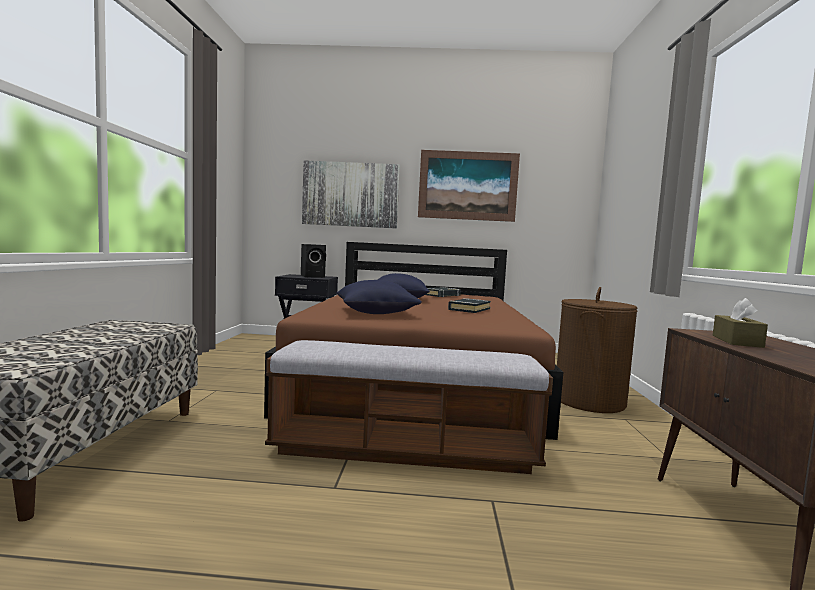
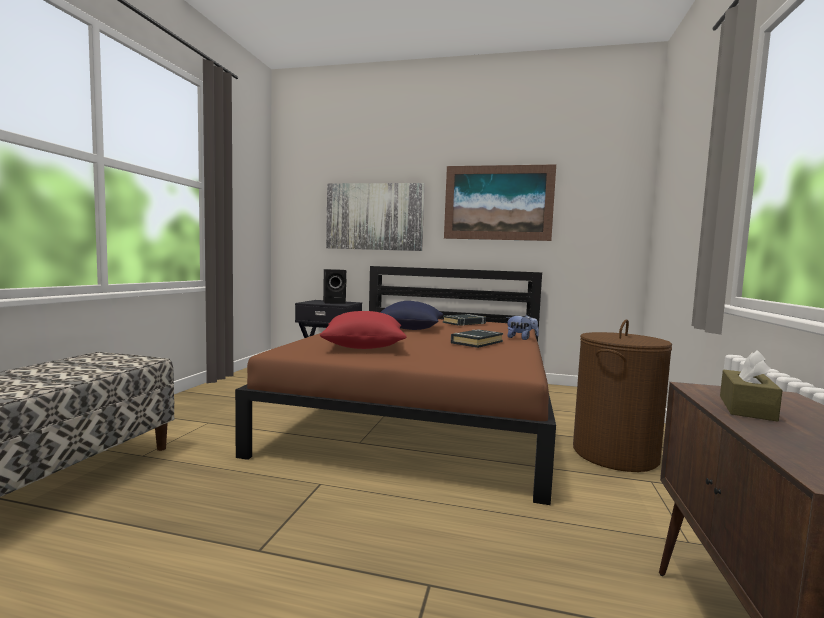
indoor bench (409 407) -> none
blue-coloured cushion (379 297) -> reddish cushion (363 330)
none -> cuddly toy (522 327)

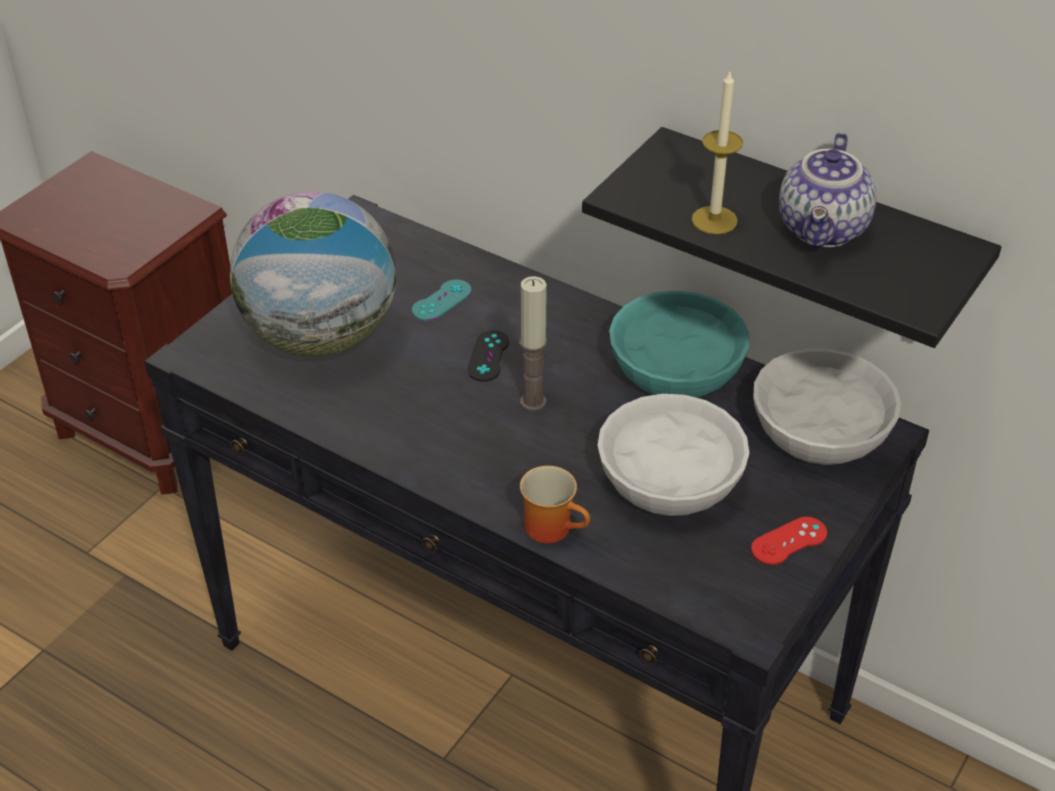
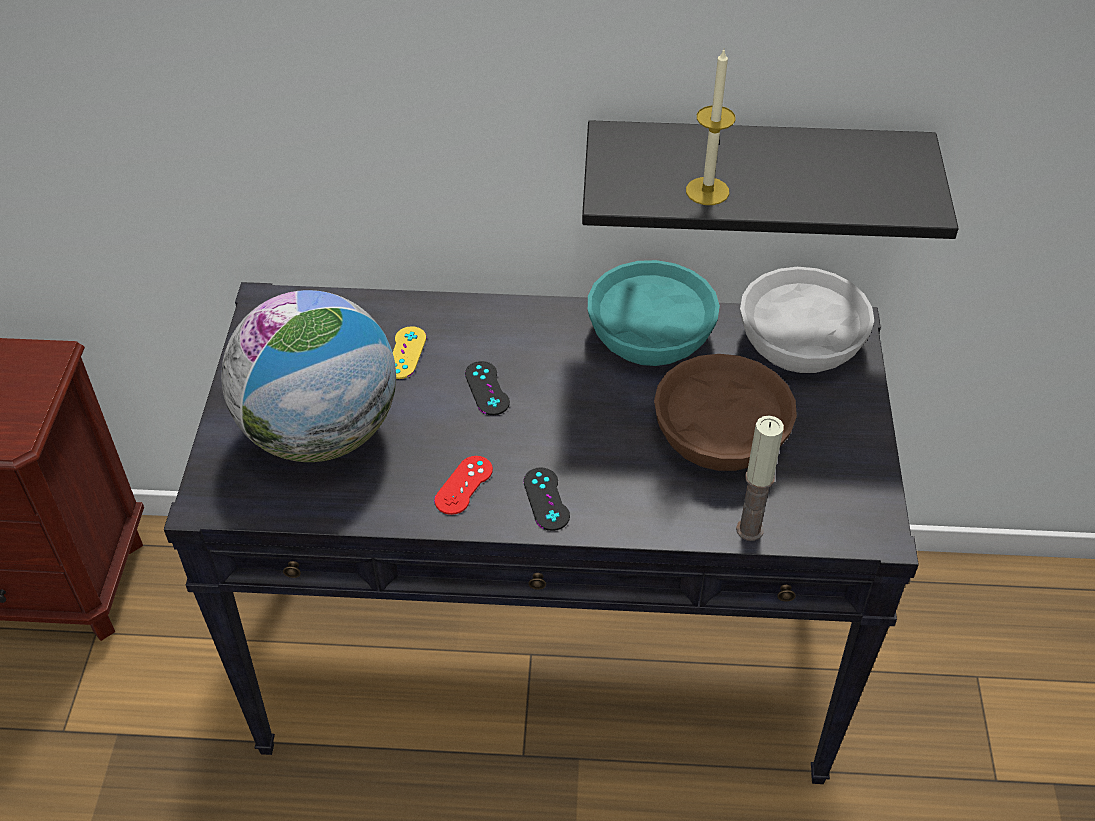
turquoise joypad (442 300) -> yellow joypad (410 352)
candle (533 343) -> candle (760 478), shifted
coffee mug (555 504) -> none
white bowl (673 455) -> brown-coloured bowl (725 412)
reddish joypad (789 541) -> reddish joypad (463 485), shifted
teapot (828 190) -> none
none -> blackish joypad (546 499)

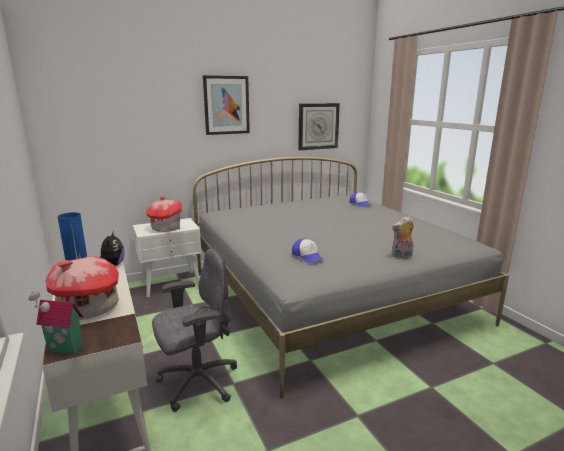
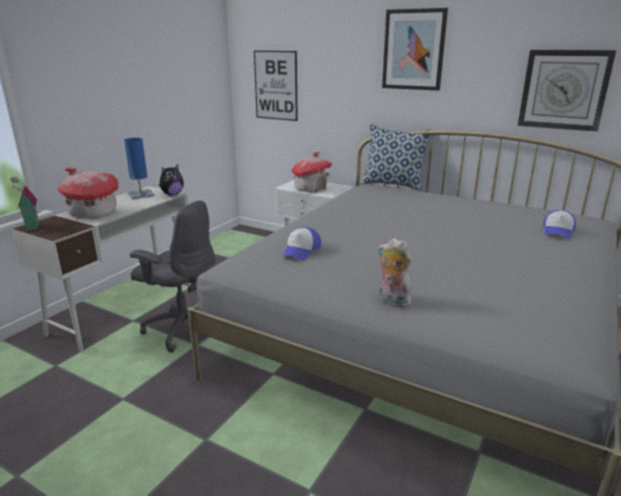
none -> wall art (276 86)
none -> cushion (396 157)

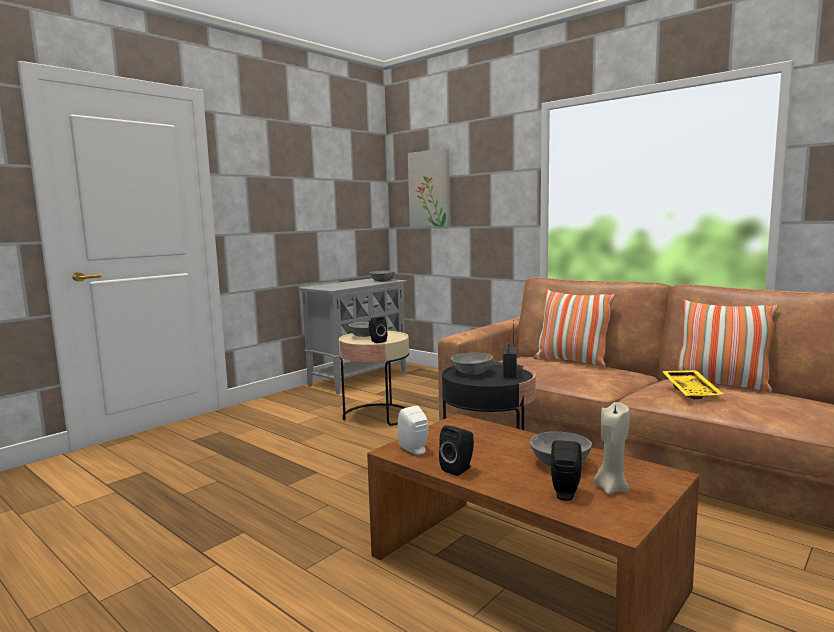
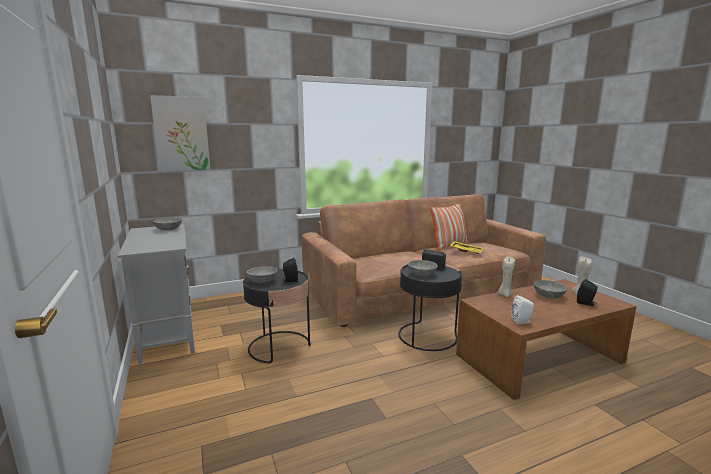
beige-coloured accent table (374 378) -> blackish accent table (277 316)
blackish loudspeaker (456 450) -> none
cushion (574 328) -> none
none -> beige-coloured candle (506 277)

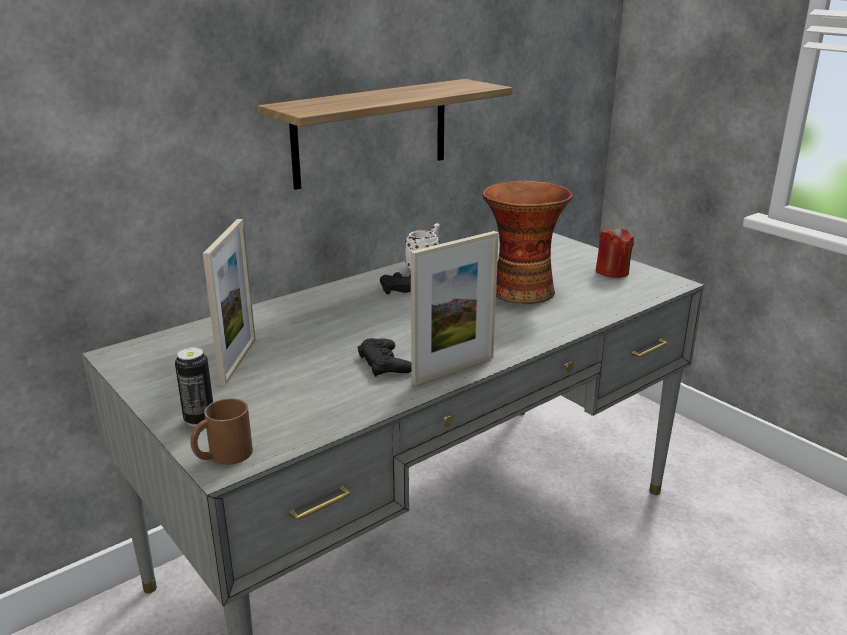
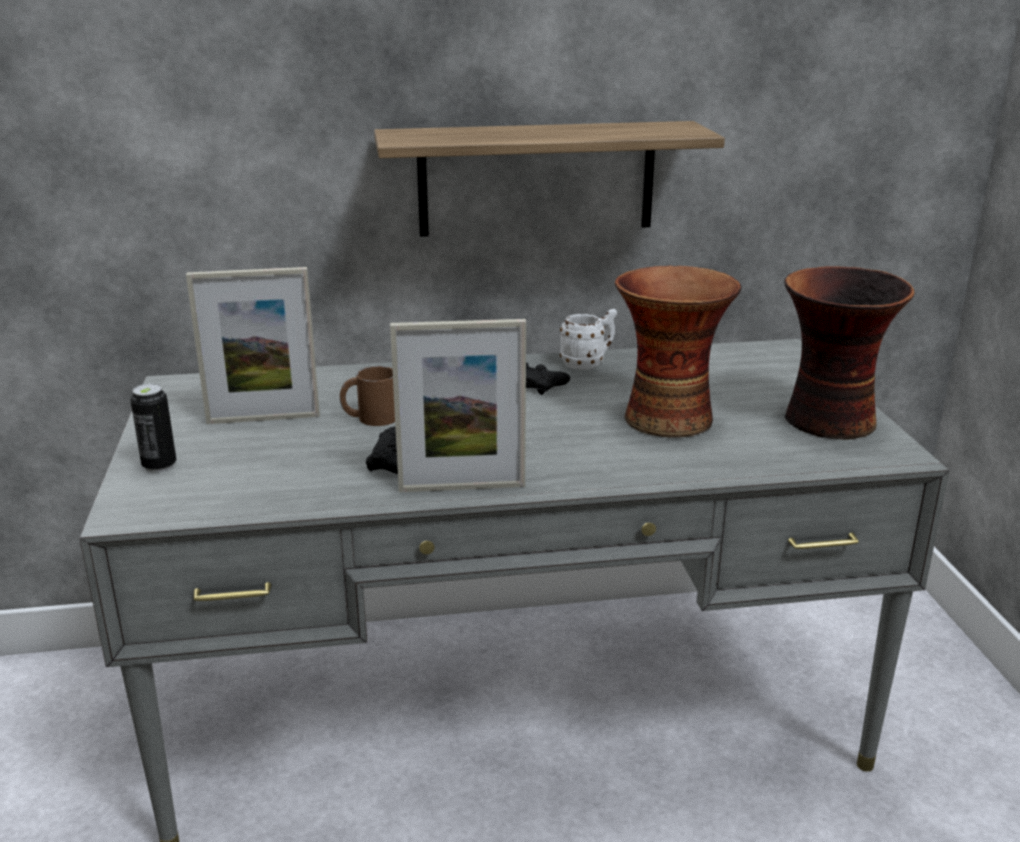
brown-coloured coffee mug (221 431) -> brown-coloured coffee mug (367 396), shifted
picture frame (229 302) -> picture frame (253 345), 45 degrees clockwise
reddish candle (615 252) -> decorative vase (849 353)

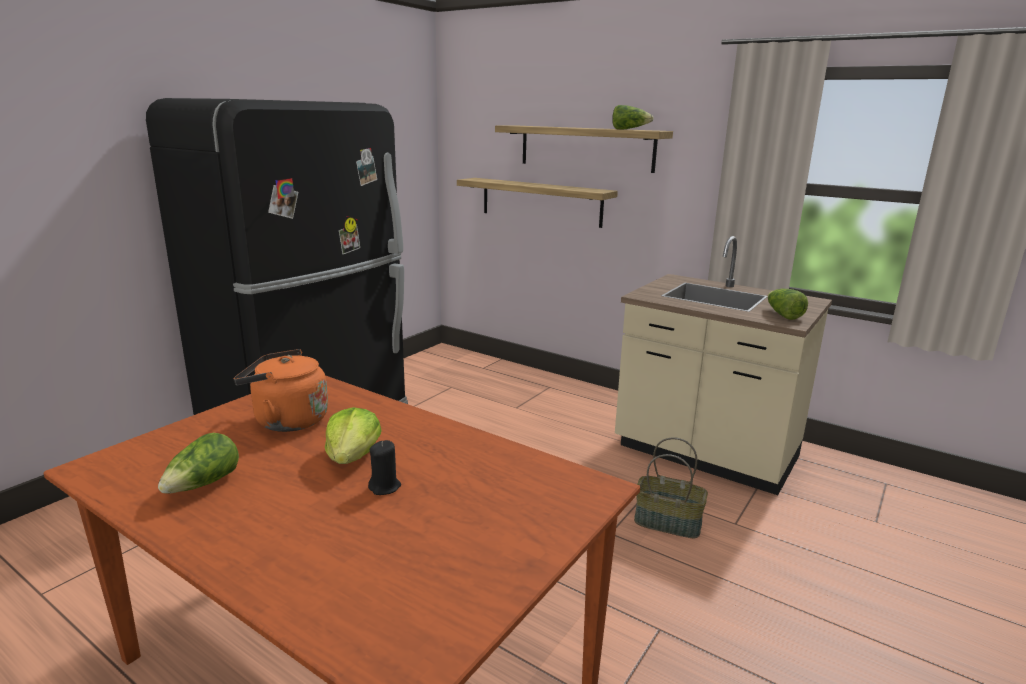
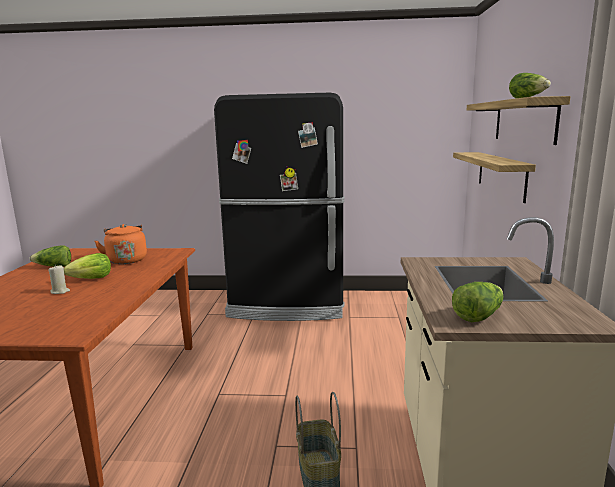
blackish candle (384 467) -> beige-coloured candle (59 279)

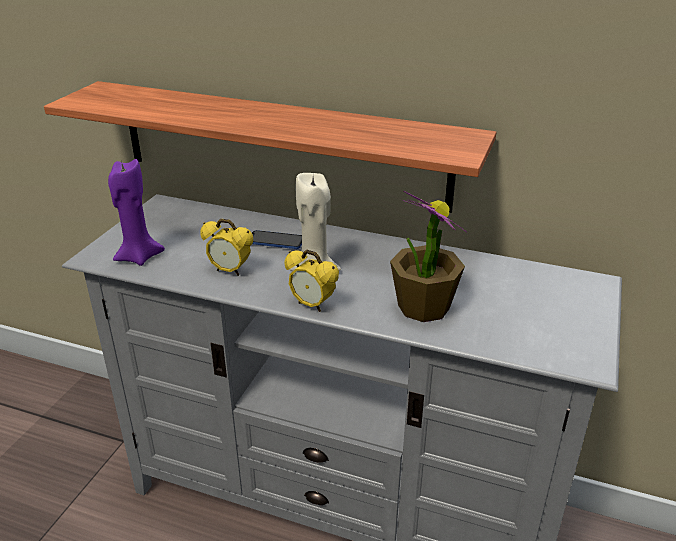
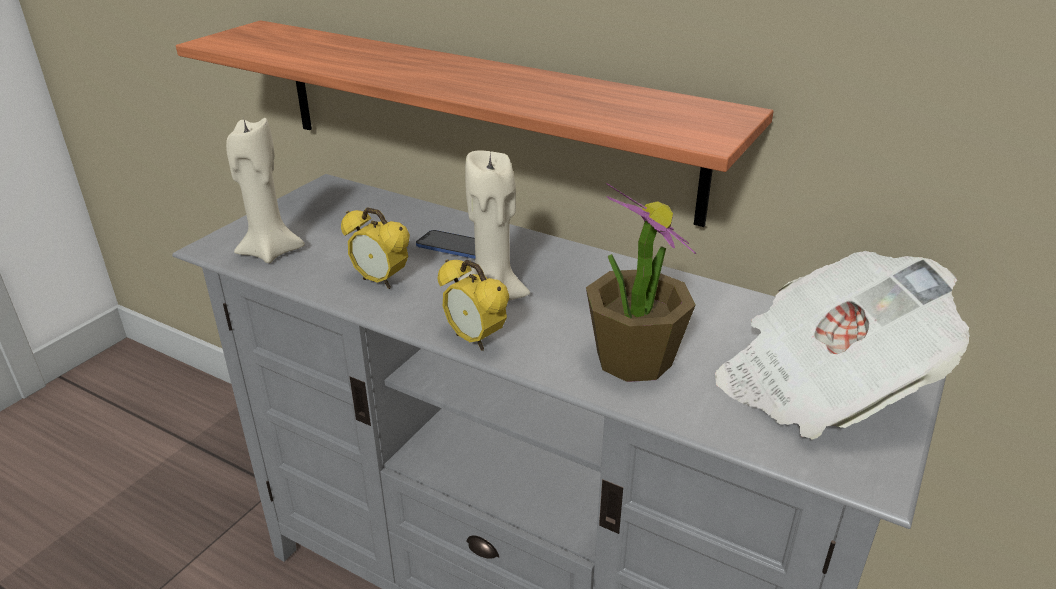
purplish candle (136 212) -> beige-coloured candle (265 189)
none -> printed paper (842 345)

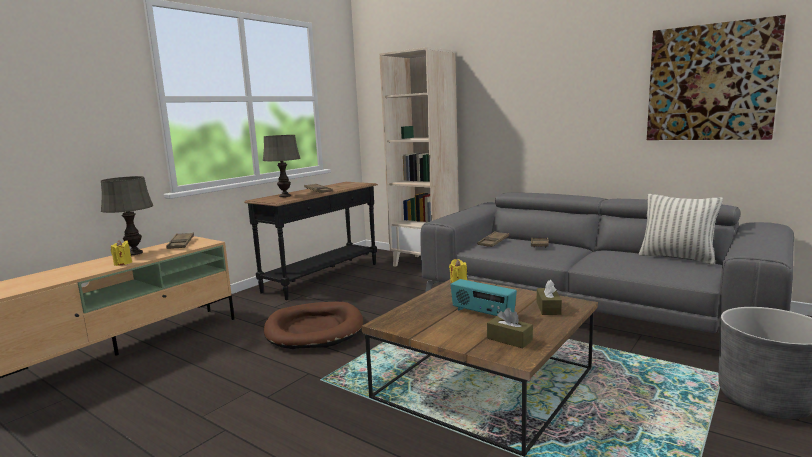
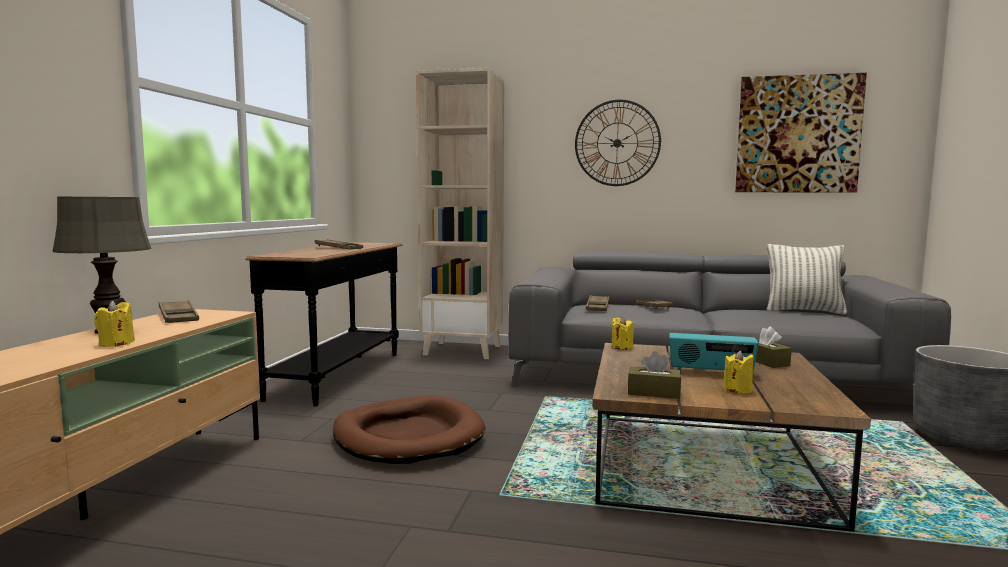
gray tabletop lamp (282 166) -> none
brown-coloured tissue box (510 328) -> brown-coloured tissue box (654 375), shifted
none -> clock on the wall (618 143)
none -> yellow candle (739 371)

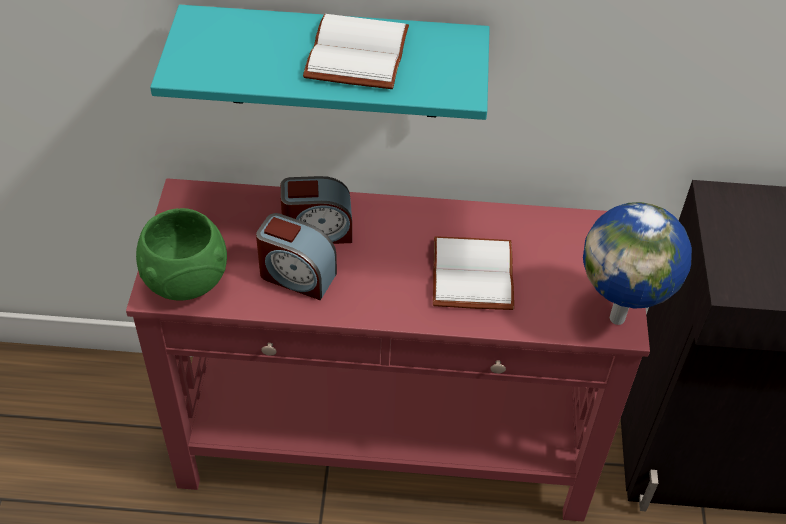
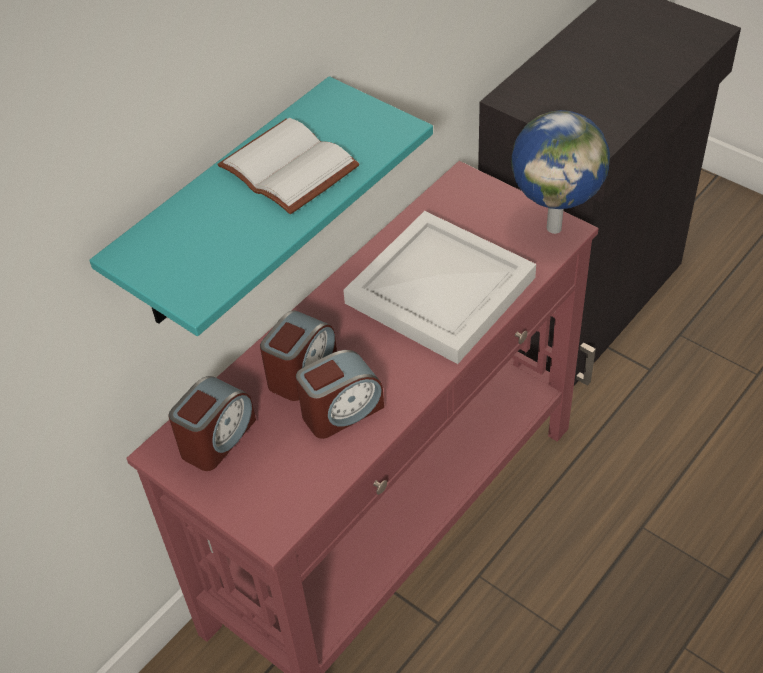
green-coloured bowl (181 254) -> none
white bound book (473 273) -> white tray (439 287)
none -> table clock (212 423)

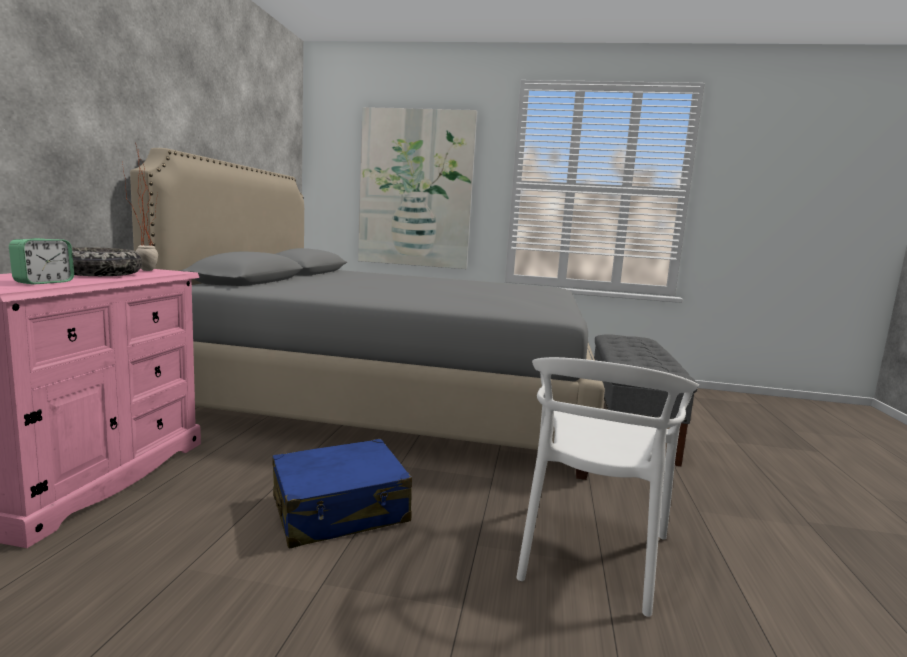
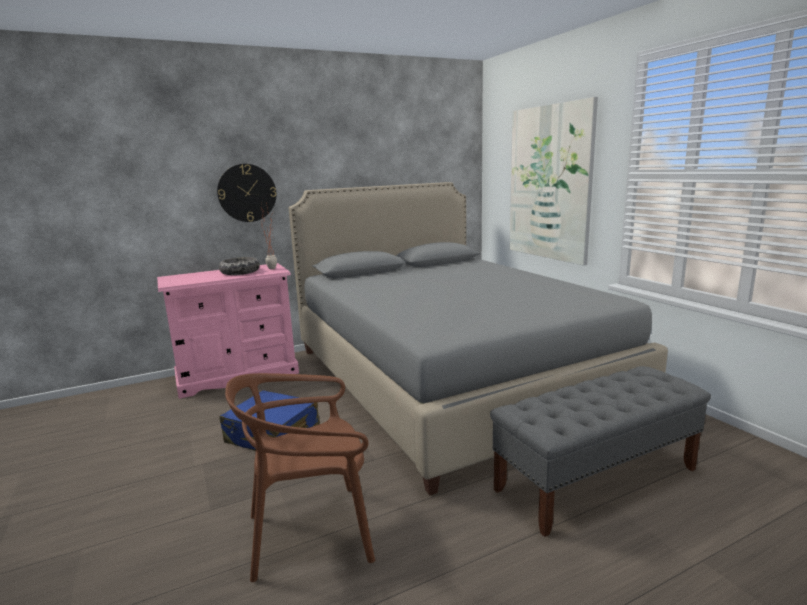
table clock (41 261) -> none
white chair (608 487) -> brown-coloured chair (300 477)
none -> clock on the wall (246 193)

